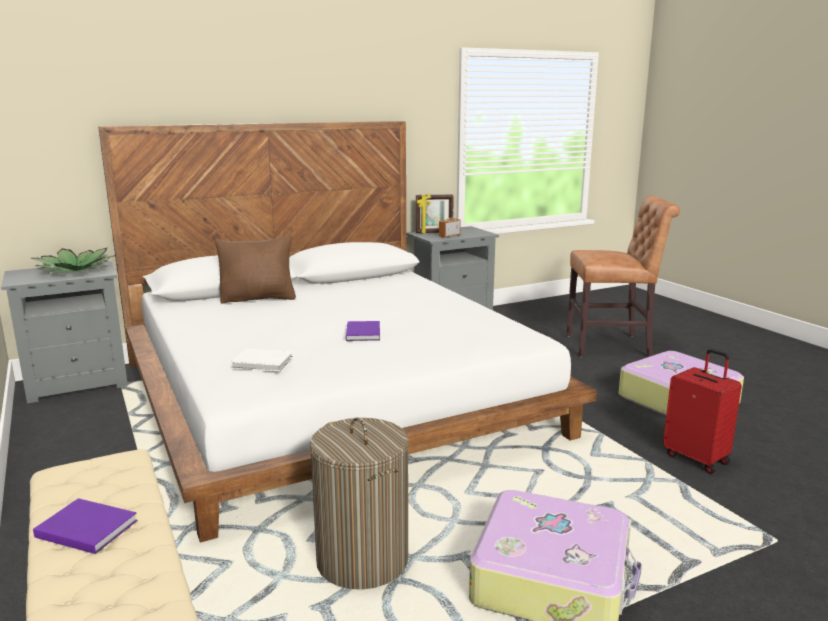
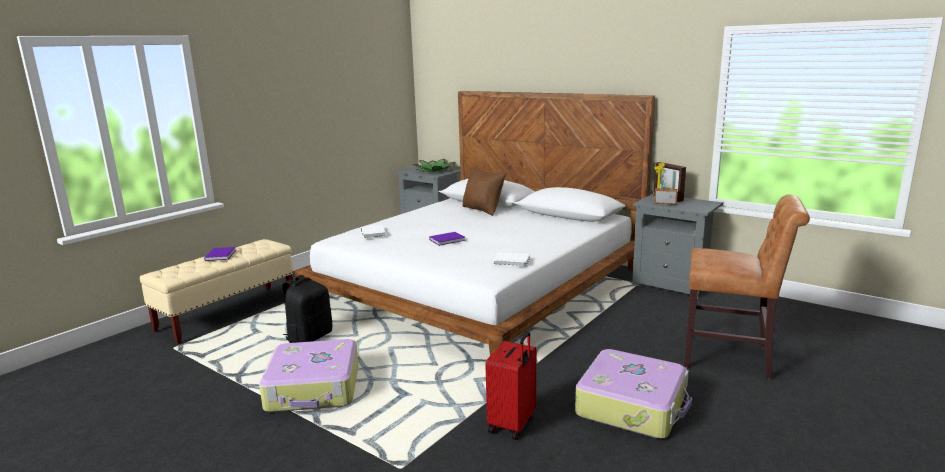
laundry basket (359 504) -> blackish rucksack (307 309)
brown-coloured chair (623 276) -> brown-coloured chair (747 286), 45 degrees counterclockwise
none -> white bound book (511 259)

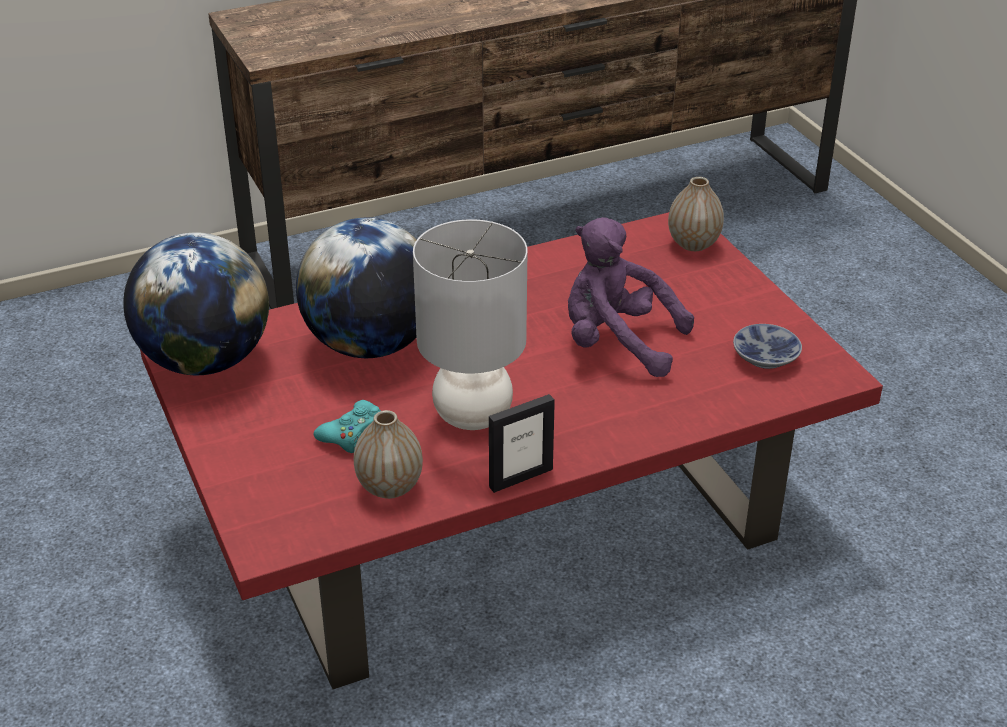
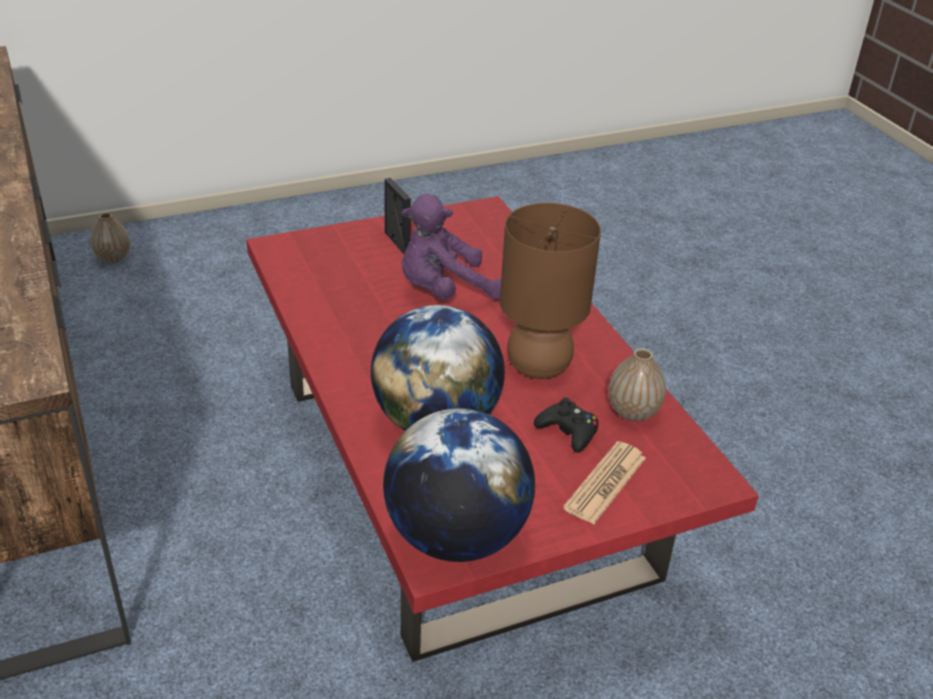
turquoise joypad (347 426) -> blackish joypad (566 425)
gray tabletop lamp (470 324) -> brown-coloured tabletop lamp (550 291)
picture frame (522 443) -> picture frame (397 216), shifted
purplish cuddly toy (631 297) -> purplish cuddly toy (451 247), 45 degrees clockwise
decorative vase (696 214) -> decorative vase (110 238), shifted
bowl (767 346) -> none
none -> printed paper (604 482)

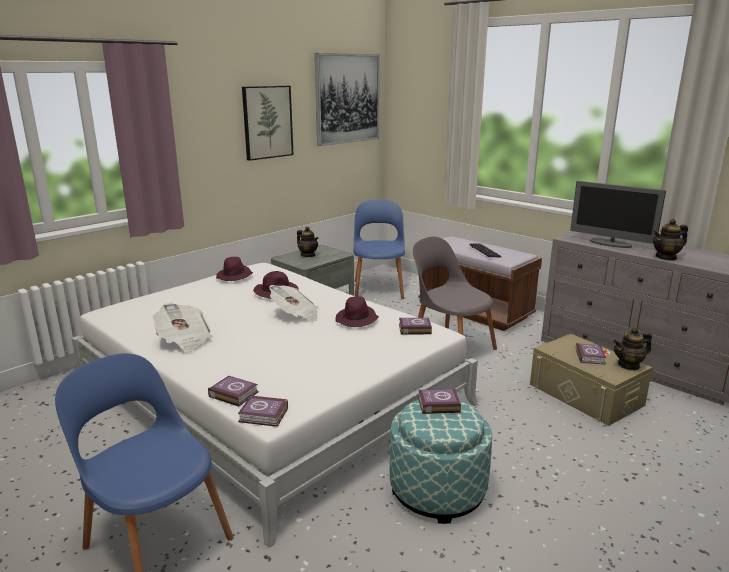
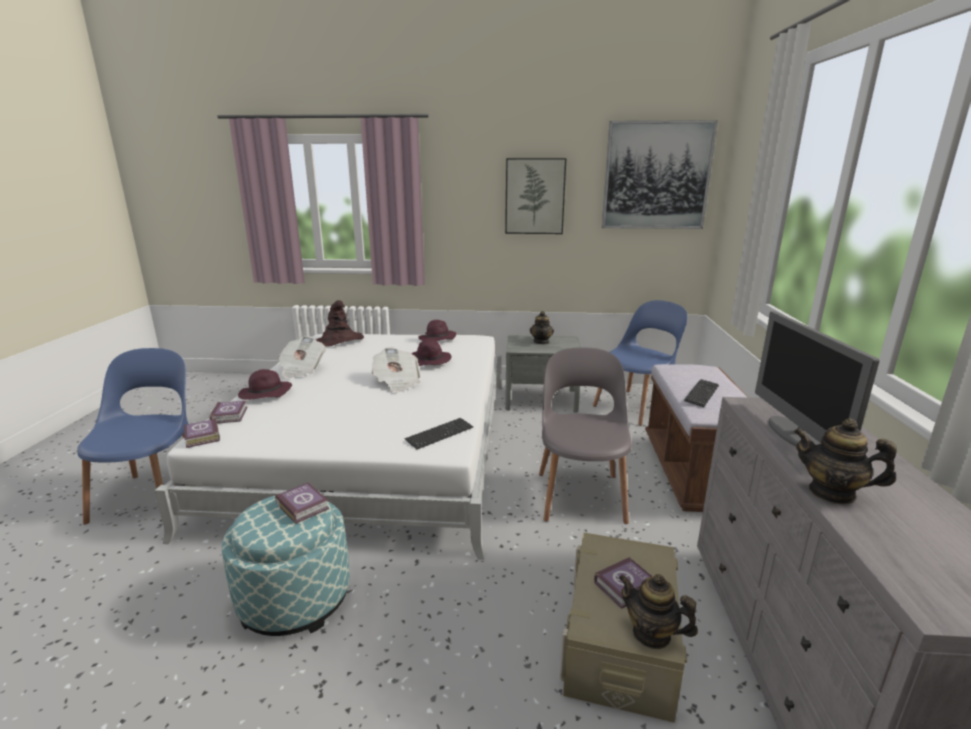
purplish clothing hat (357 311) -> purplish clothing hat (265 384), shifted
bound book (415 326) -> computer keyboard (439 433)
none -> brown-coloured clothing hat (340 323)

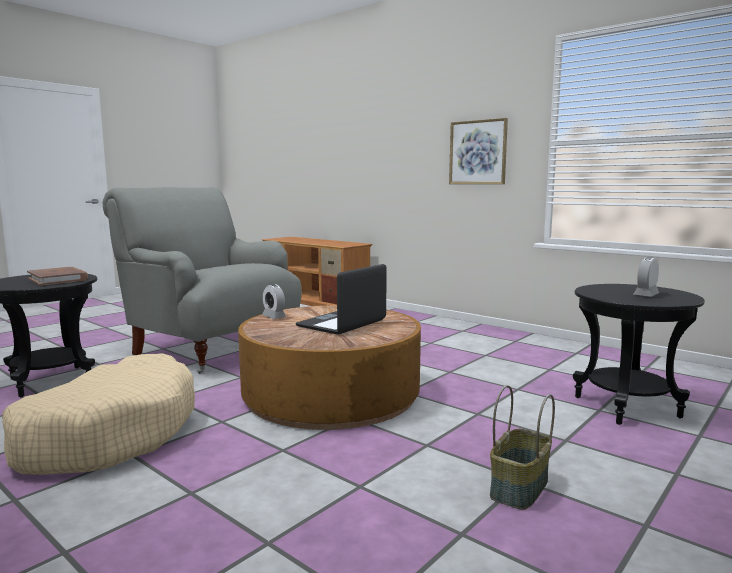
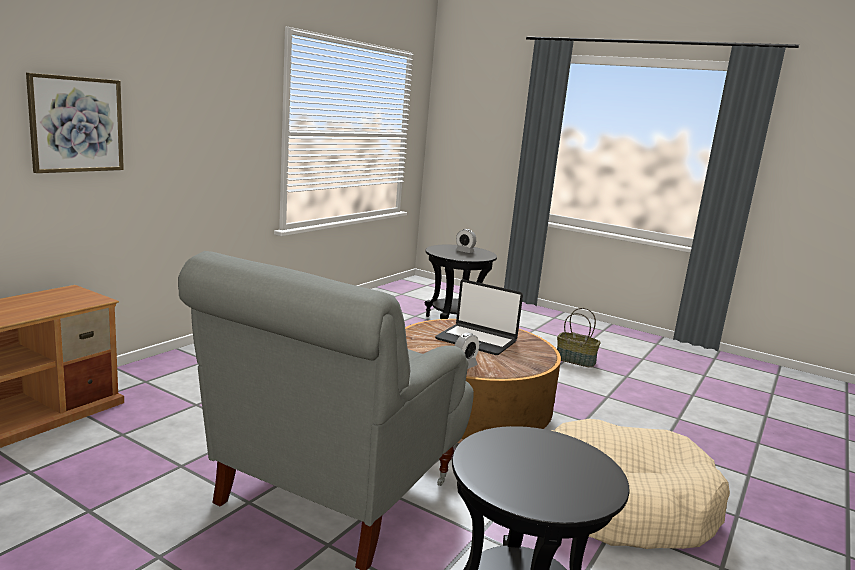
brown-coloured bound book (57 276) -> none
wall art (478 151) -> wall art (75 123), shifted

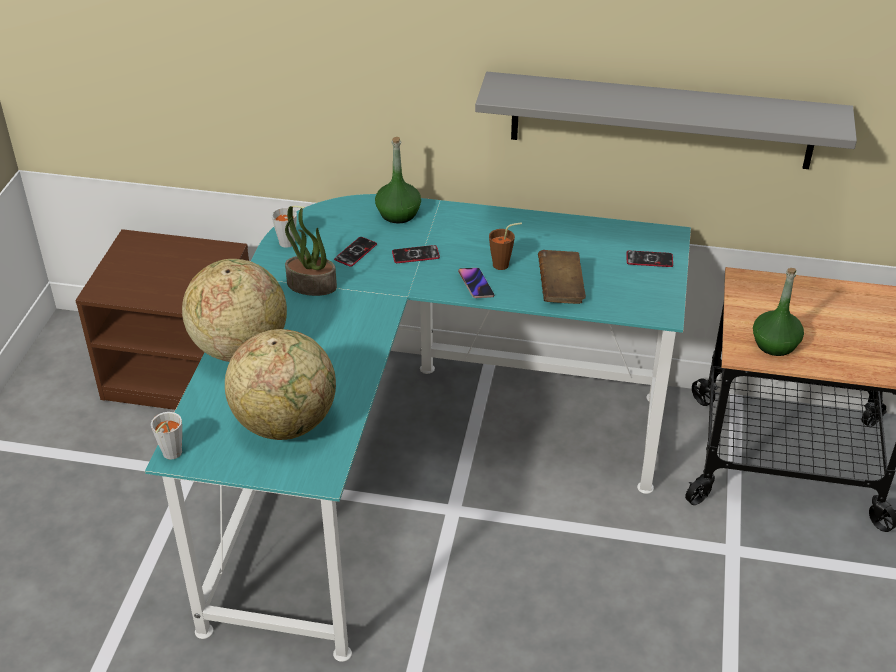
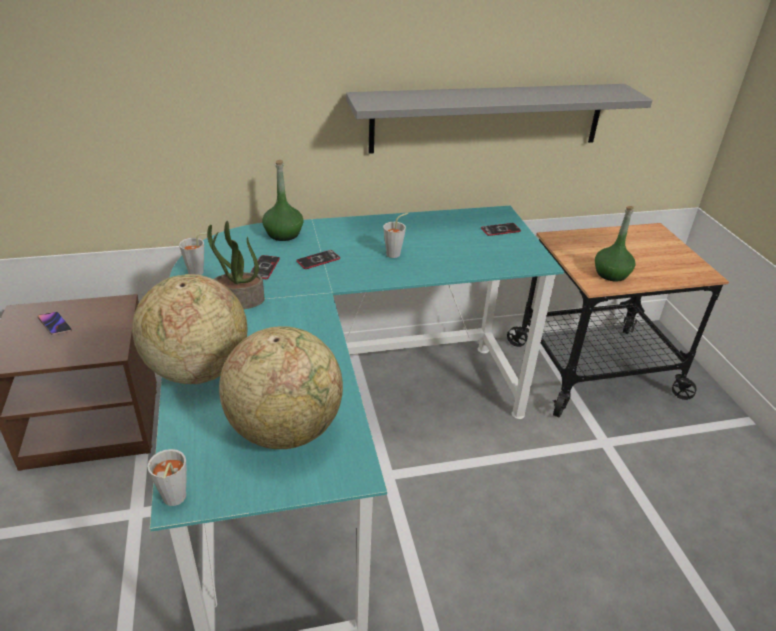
telephone (476 283) -> telephone (55 323), shifted
brown-coloured small cup (505 246) -> gray small cup (395 235)
brown-coloured bound book (562 277) -> none

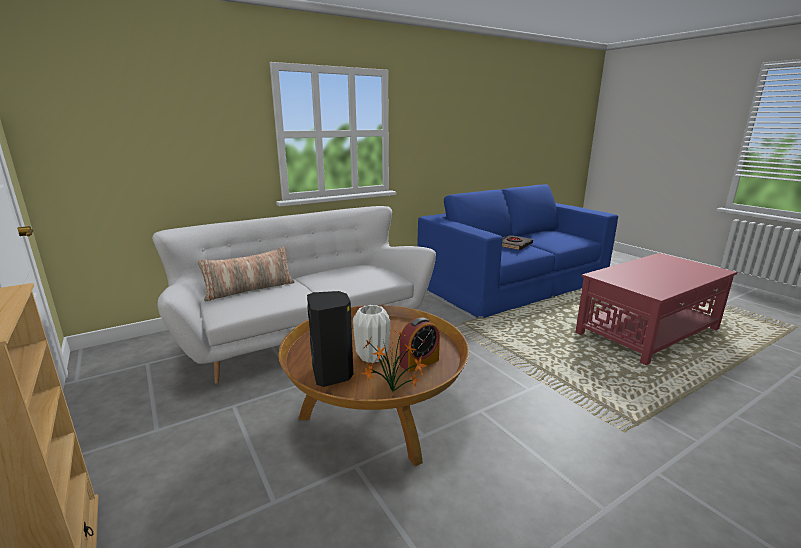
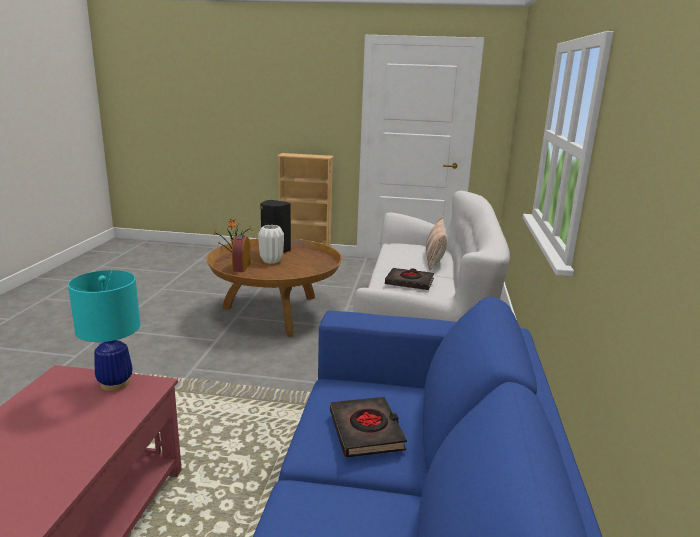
none -> turquoise tabletop lamp (104 330)
none -> blackish bound book (409 279)

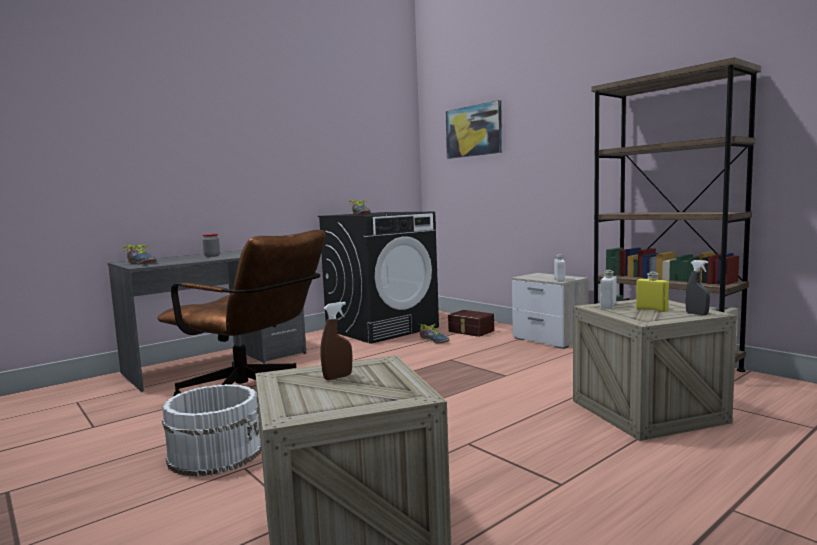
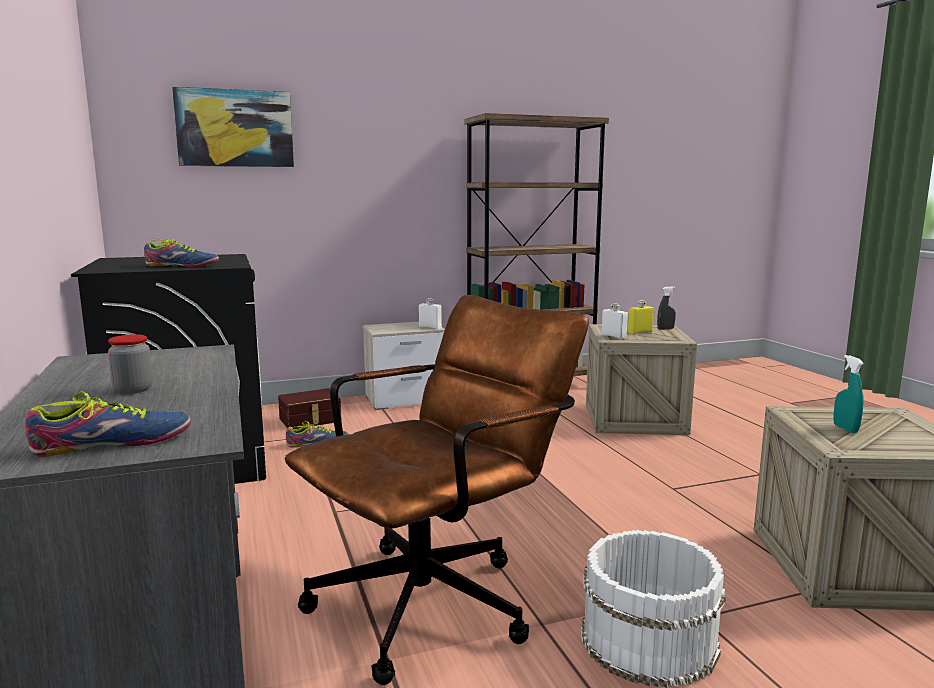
brown-coloured spray bottle (336 341) -> turquoise spray bottle (848 394)

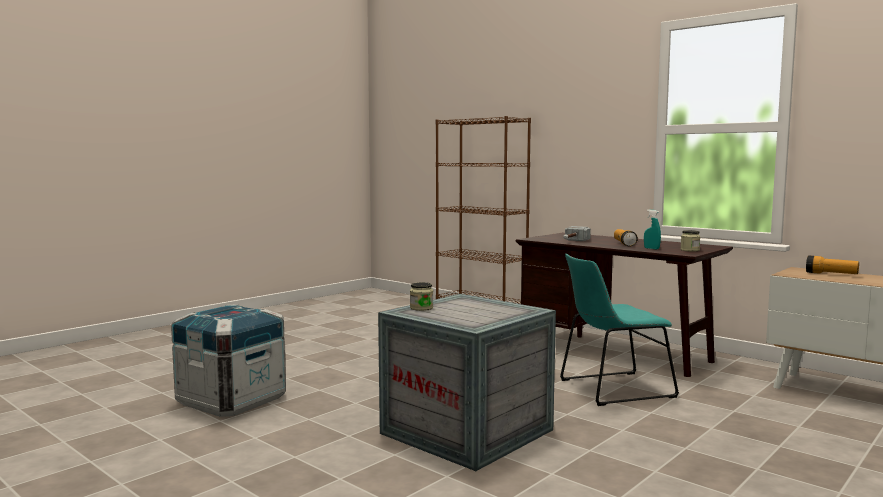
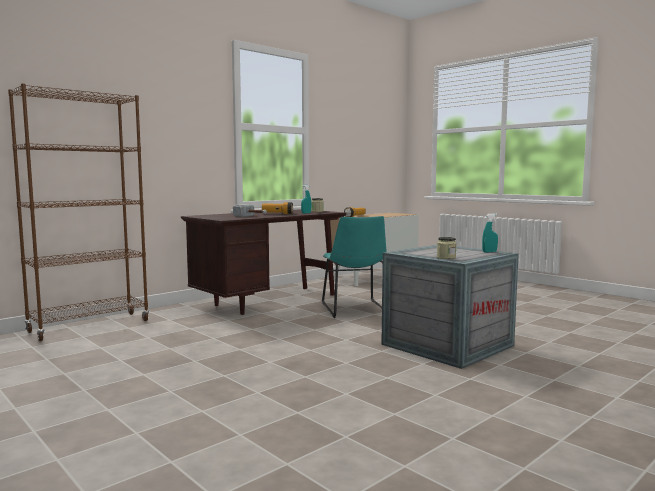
shipping crate (228 360) -> none
none -> turquoise spray bottle (490 233)

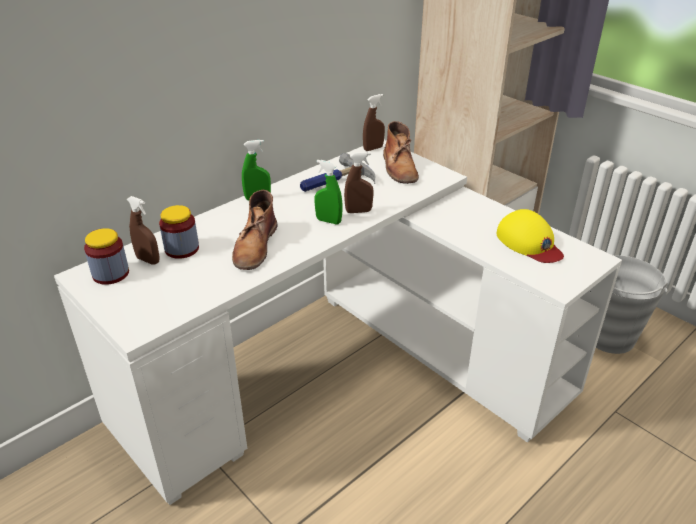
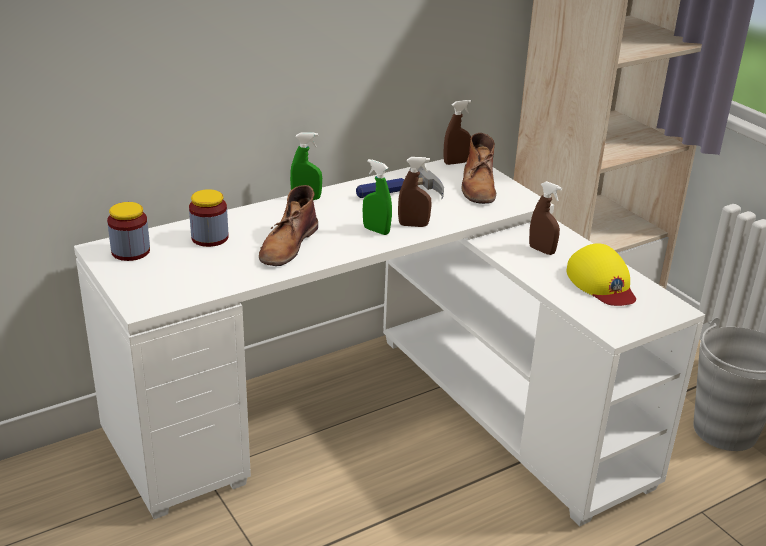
brown-coloured spray bottle (143 230) -> brown-coloured spray bottle (545 218), shifted

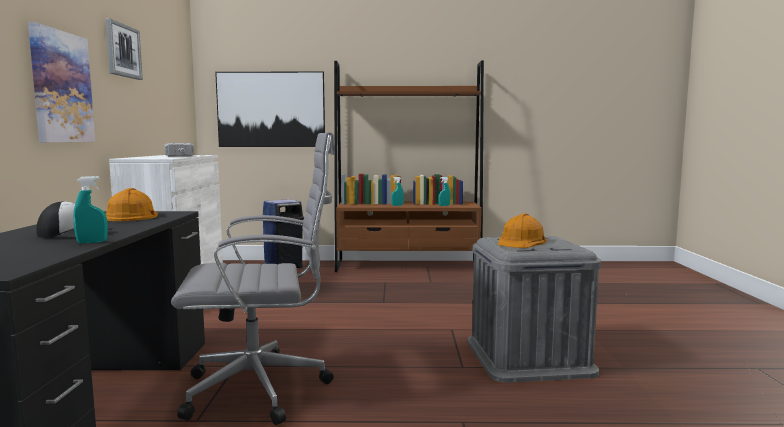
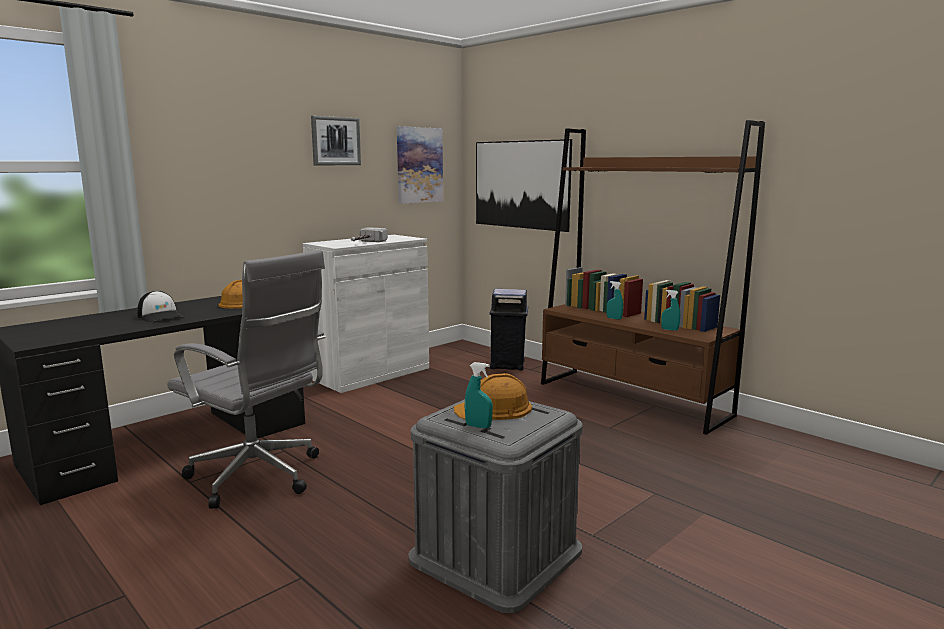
wall art (61 82) -> wall art (420 165), shifted
turquoise spray bottle (90 210) -> turquoise spray bottle (479 395), shifted

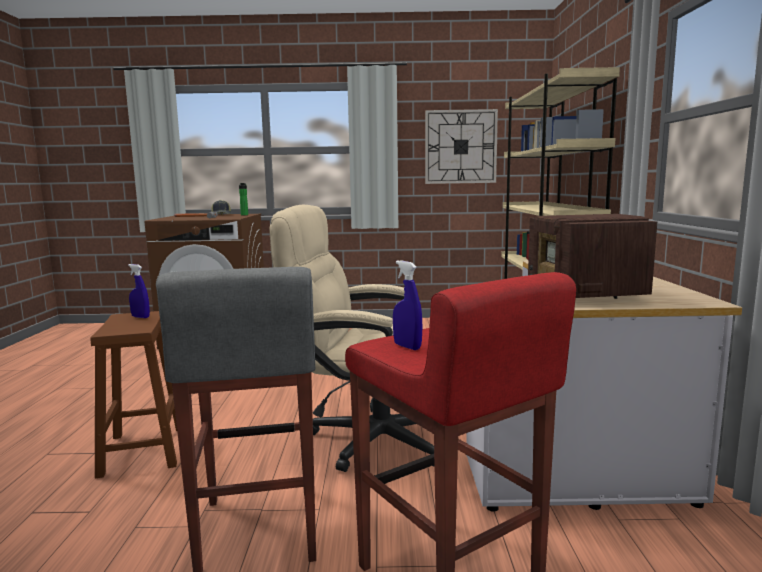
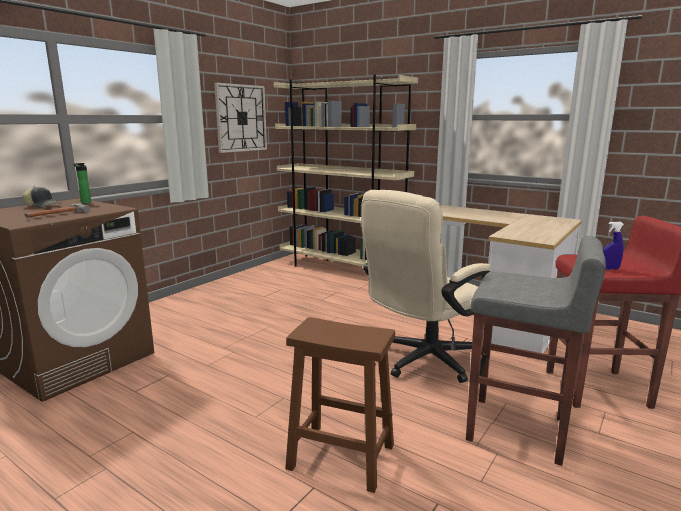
blue-coloured spray bottle (139 291) -> none
radio (592 256) -> none

